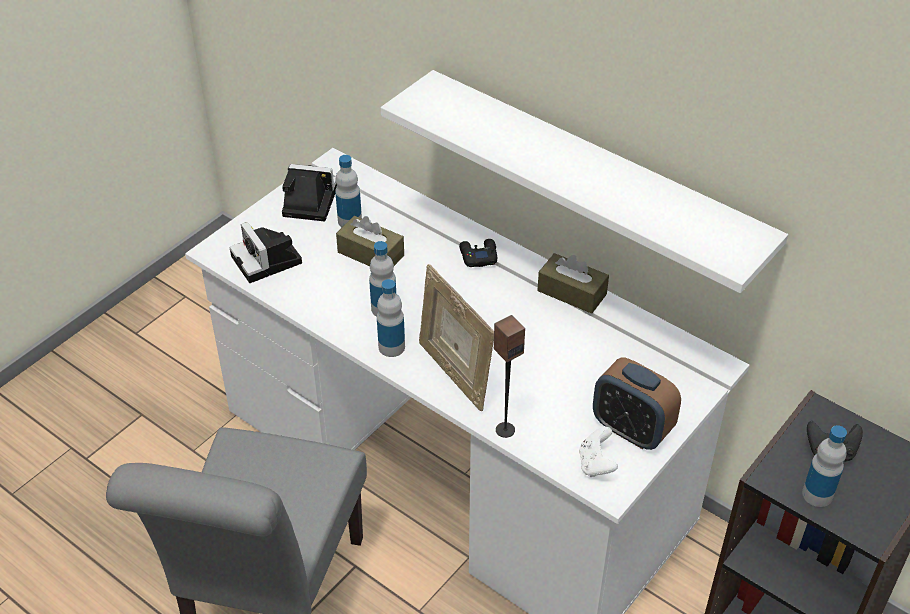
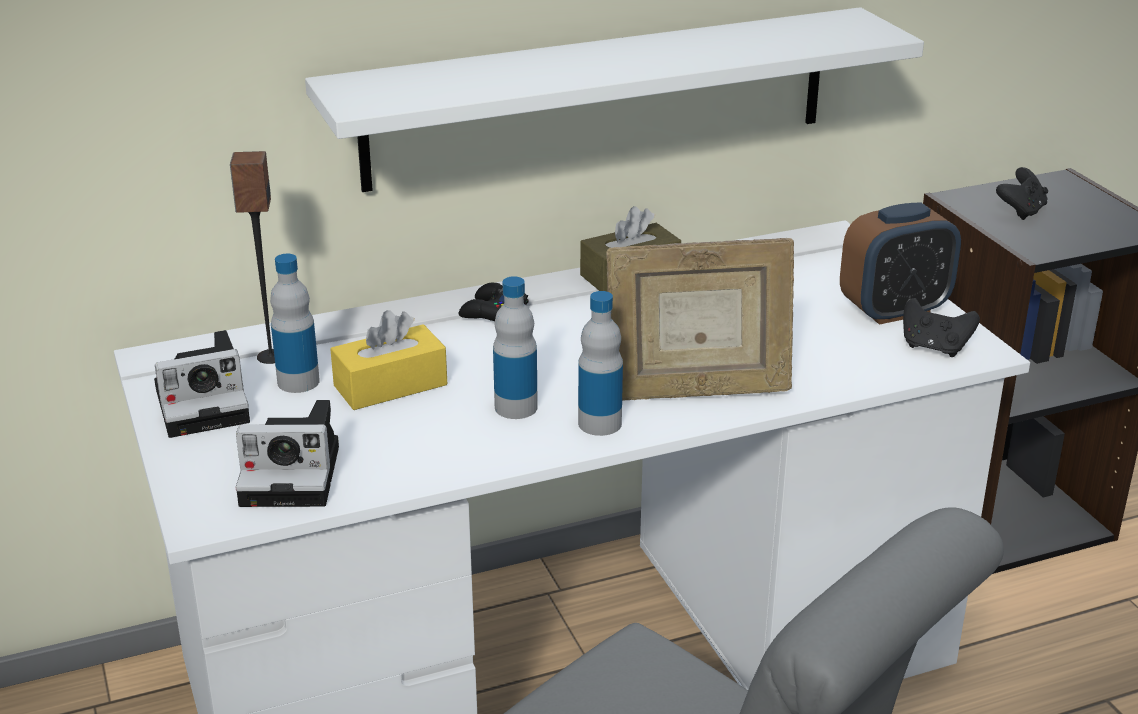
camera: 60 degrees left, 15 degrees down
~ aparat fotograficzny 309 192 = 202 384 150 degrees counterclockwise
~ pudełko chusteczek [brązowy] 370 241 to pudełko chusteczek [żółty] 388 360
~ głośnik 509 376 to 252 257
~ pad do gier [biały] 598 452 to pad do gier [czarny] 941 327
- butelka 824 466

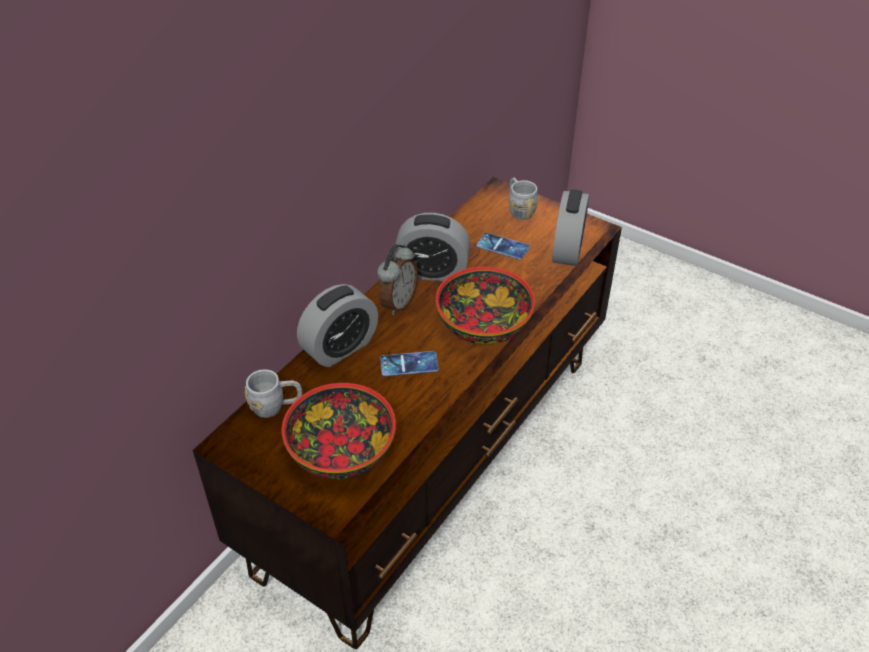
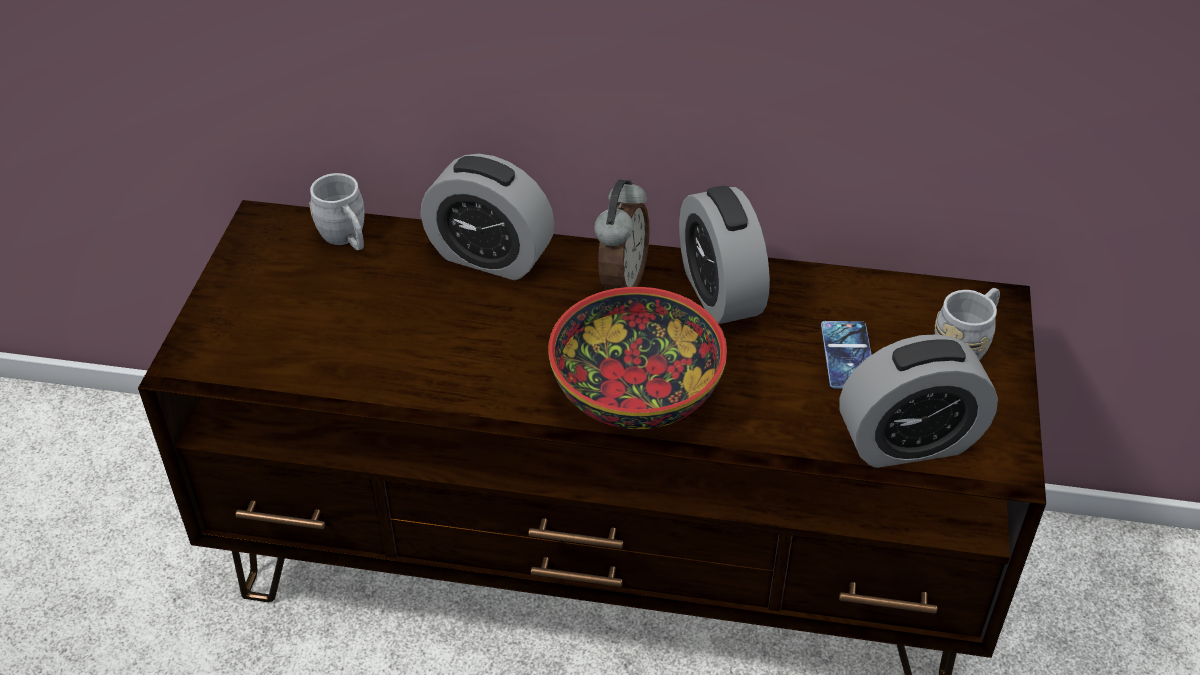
camera: 65 degrees right, 0 degrees up
- miska 339 431
~ budzik 397 279 = 622 234 75 degrees counterclockwise
- telefon 409 363

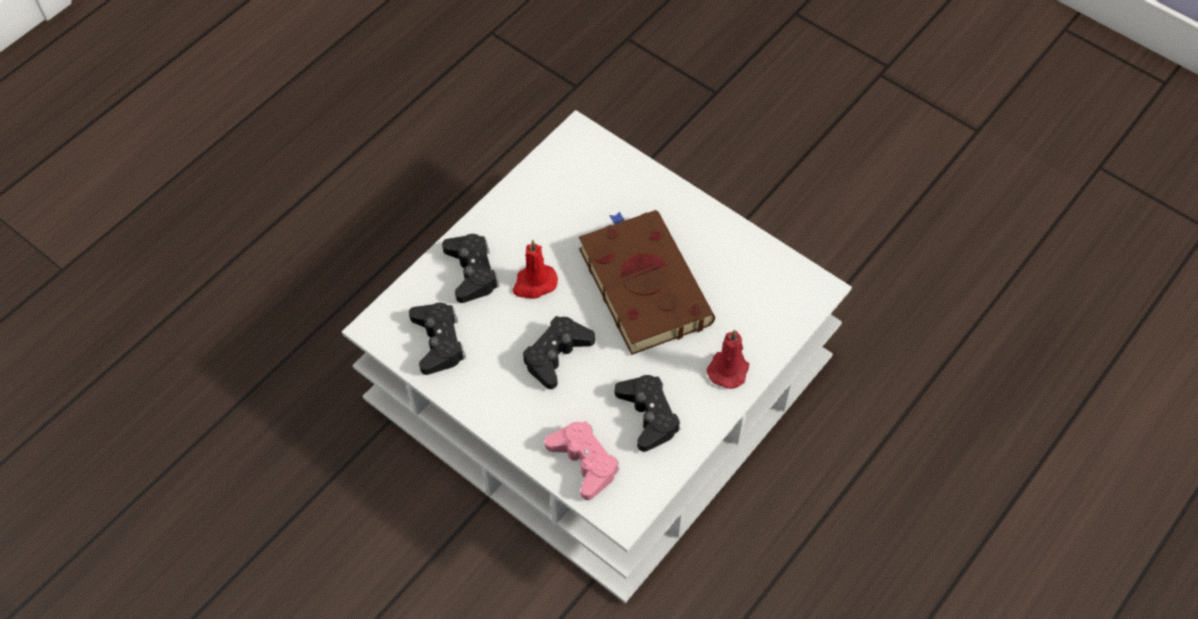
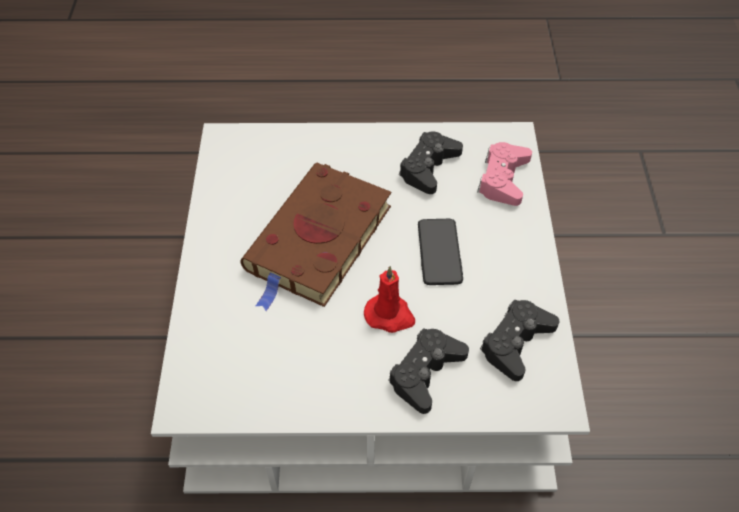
camera: 130 degrees left, 5 degrees down
~ pad do gier [czarny] 559 352 to telefon 440 252
- świeca [czerwony] 728 359

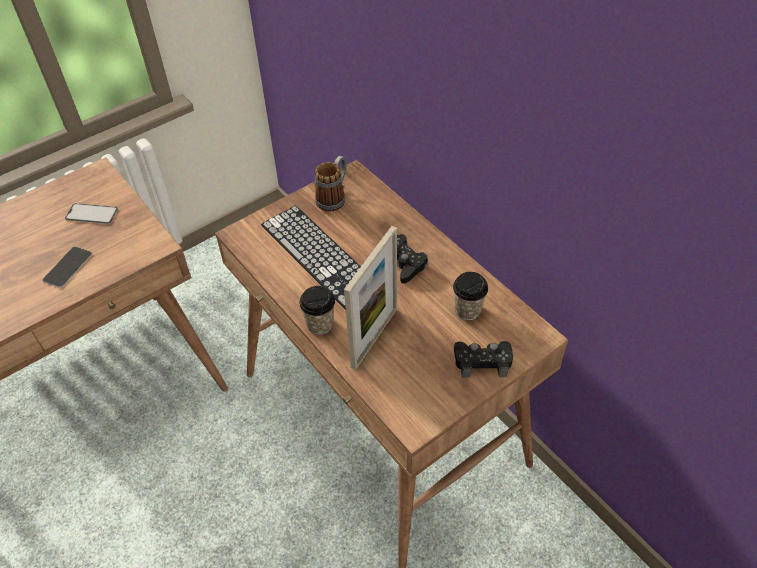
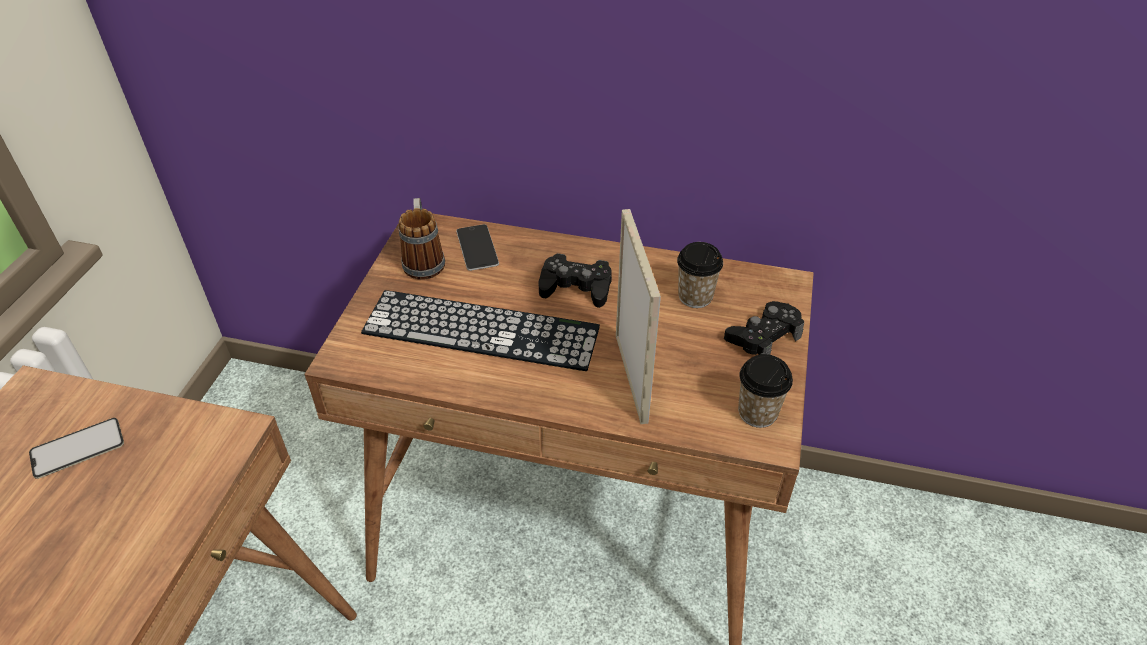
camera: 40 degrees left, 5 degrees down
~ telefon 67 267 to 477 247
~ filiżanka 317 310 to 765 391

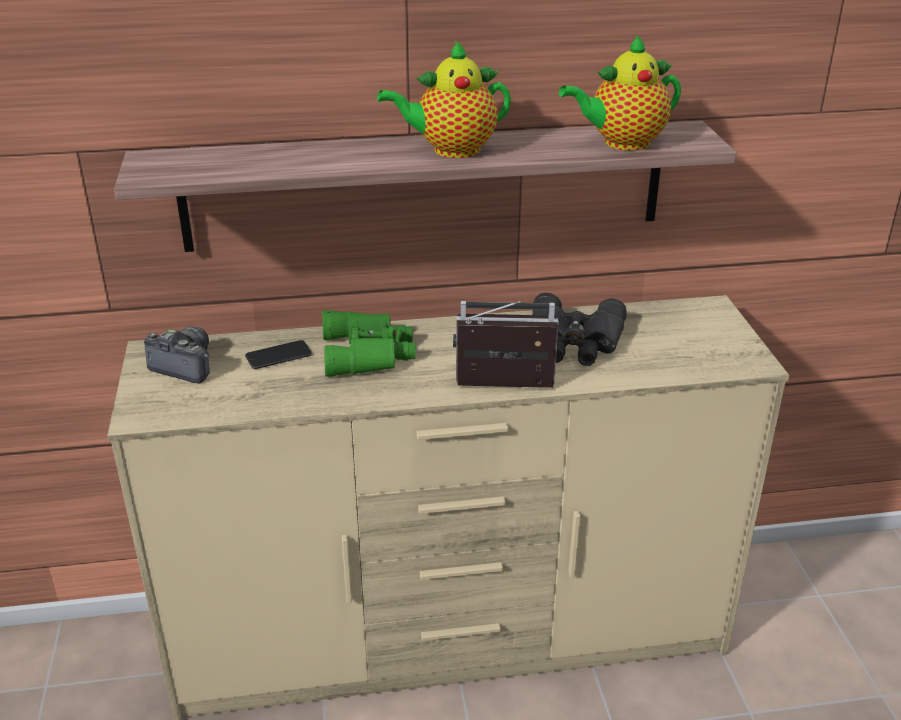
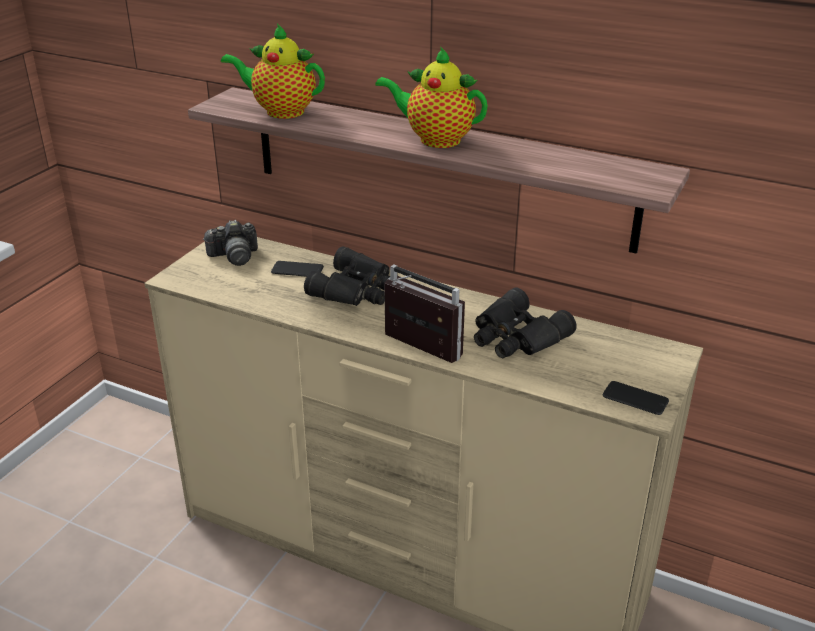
camera: 35 degrees right, 0 degrees up
~ aparat fotograficzny 177 355 = 230 243 105 degrees clockwise
~ lornetka [zielony] 369 343 to lornetka [czarny] 347 276
~ imbryk 620 93 to 273 71
+ telefon 636 398

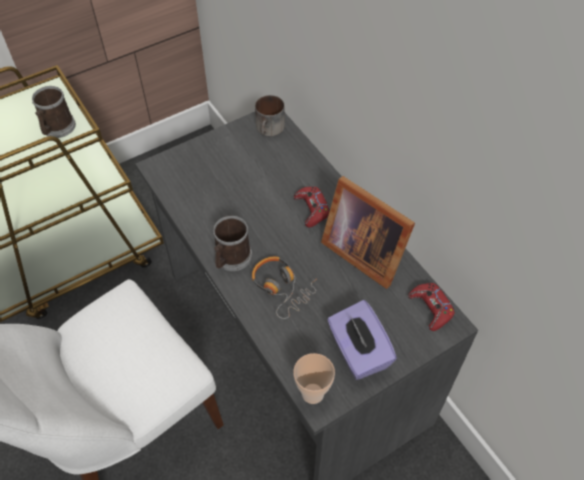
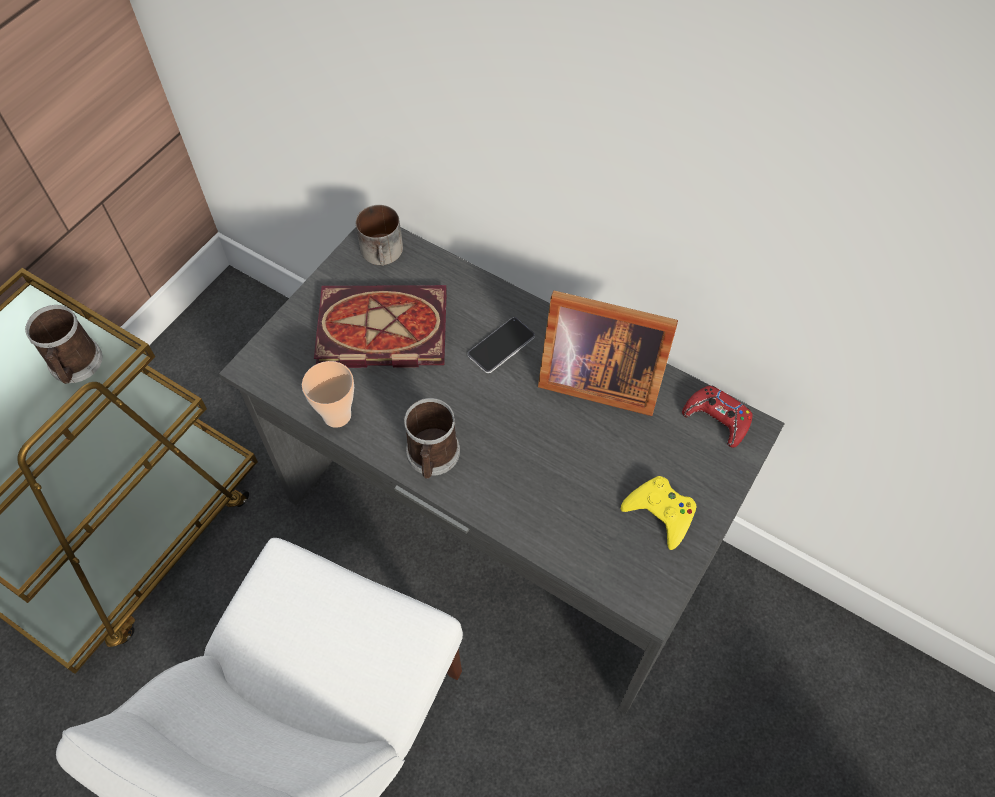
camera: 25 degrees left, 5 degrees up
- słuchawki 284 288
~ filiżanka 314 378 to 328 394
~ pad do gier [czerwony] 312 207 to telefon 501 345
~ pudełko chusteczek [fioletowy] 362 340 to pad do gier [żółty] 658 513
+ książka 380 326

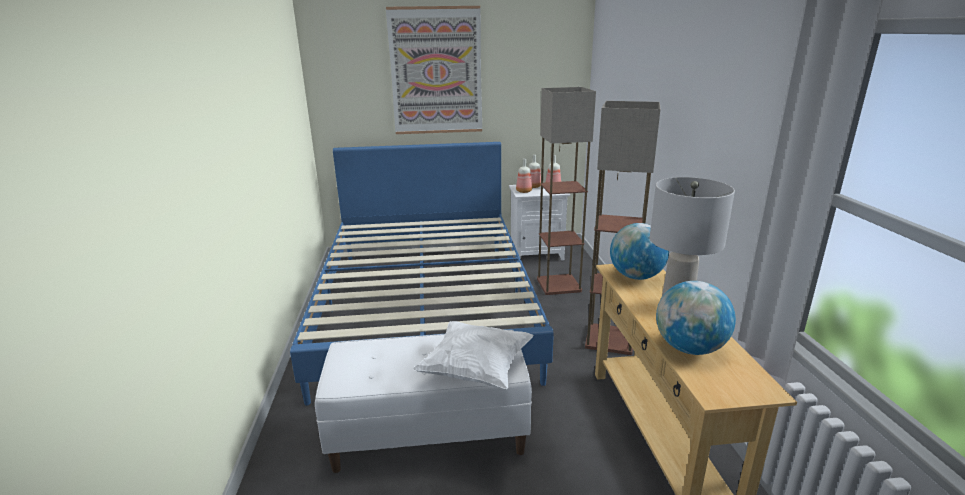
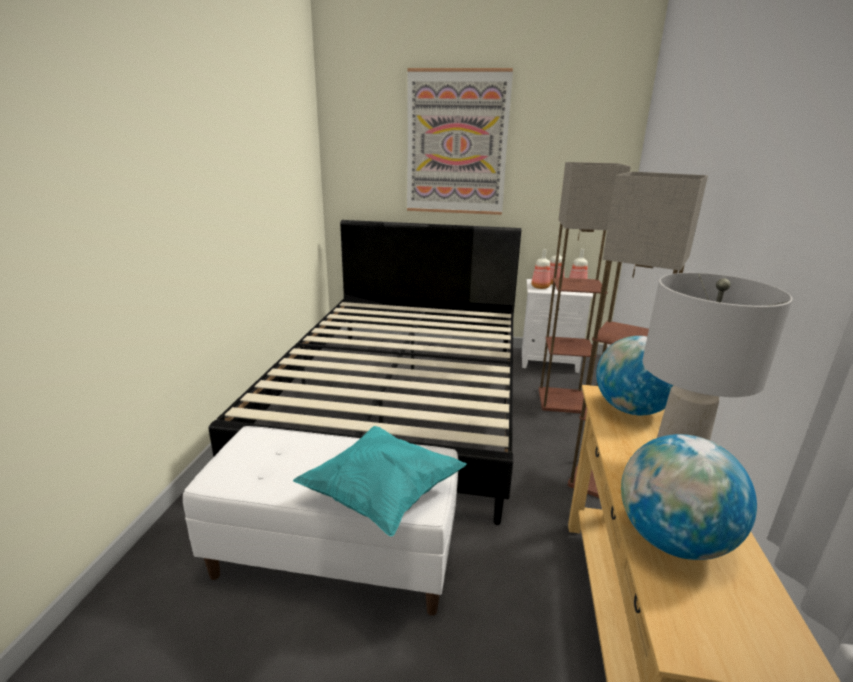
camera: 15 degrees right, 0 degrees up
~ łóżko [niebieski] 422 274 to łóżko [czarny] 364 372
~ poduszka [biały] 473 355 to poduszka [turkusowy] 380 481

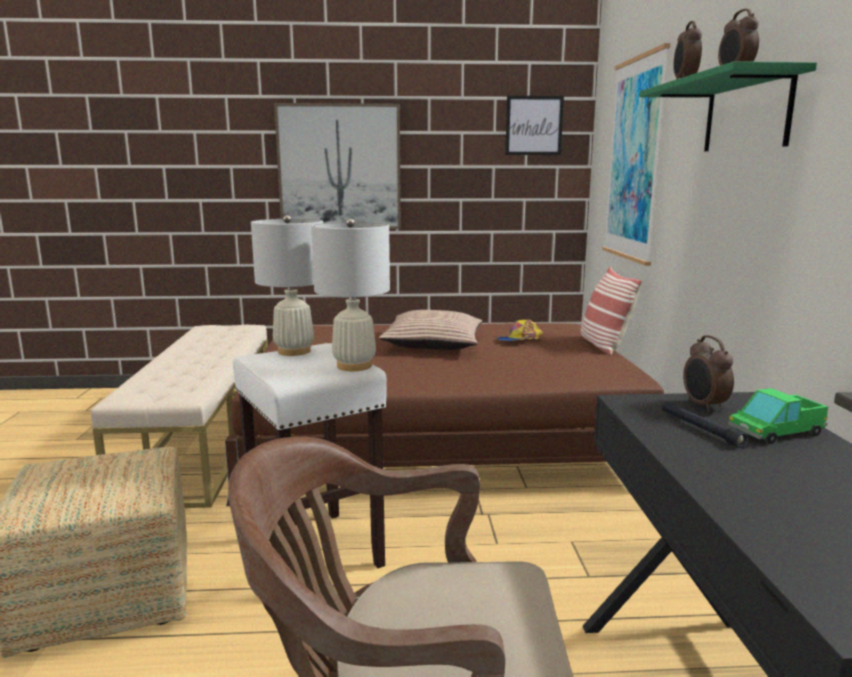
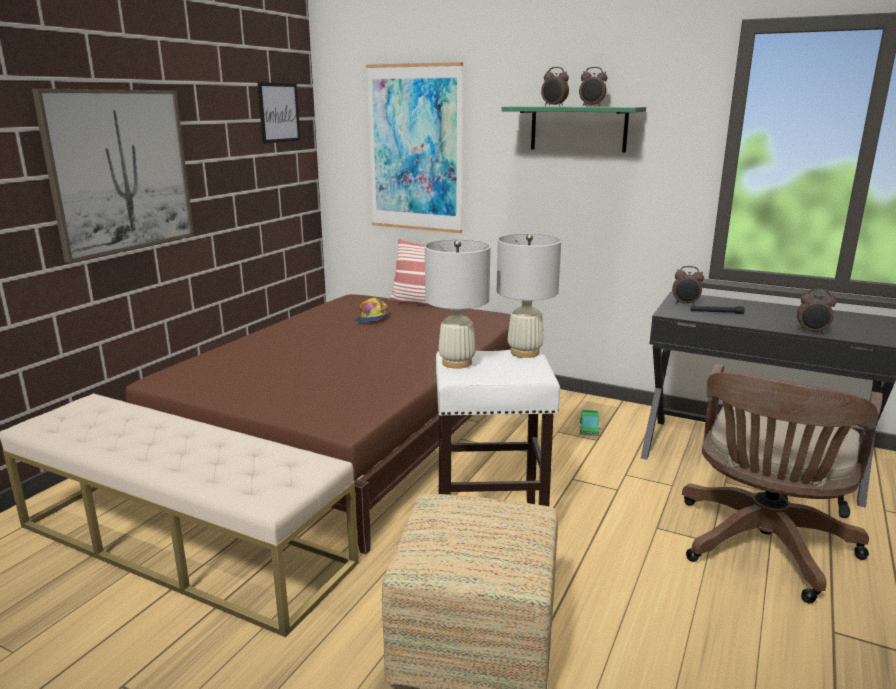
camera: 60 degrees left, 5 degrees up
- poduszka 430 330
~ ciężarówka zabawkowa 778 416 to 590 423
+ budzik 816 311

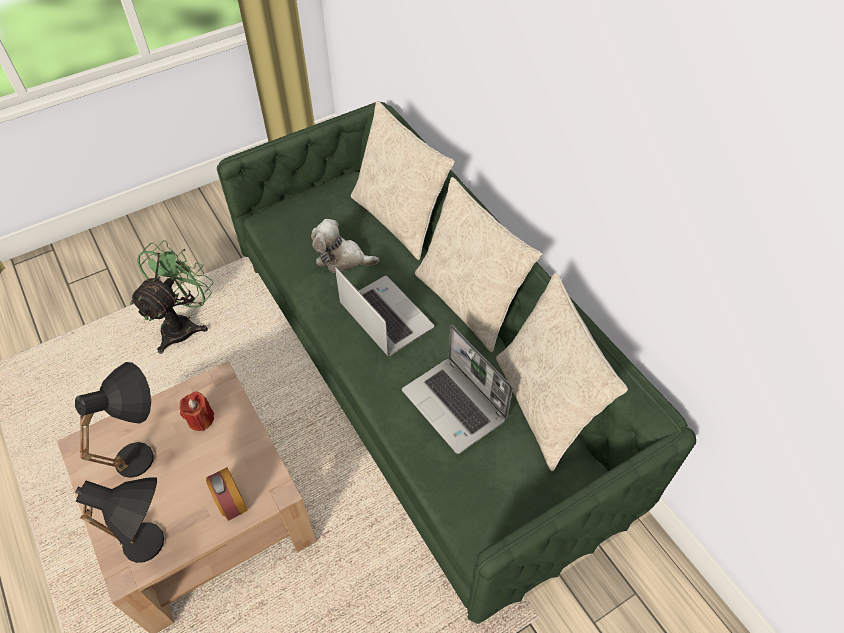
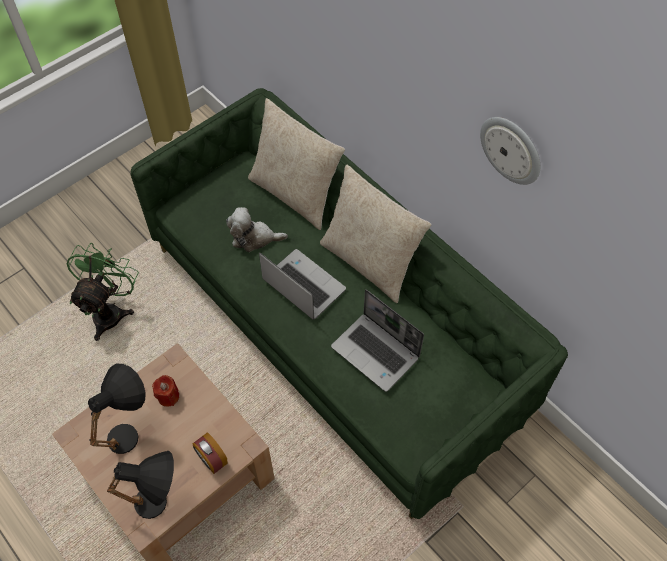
camera: 10 degrees left, 5 degrees up
- poduszka [beżowy] 562 371
+ zegar ścienny 510 151

